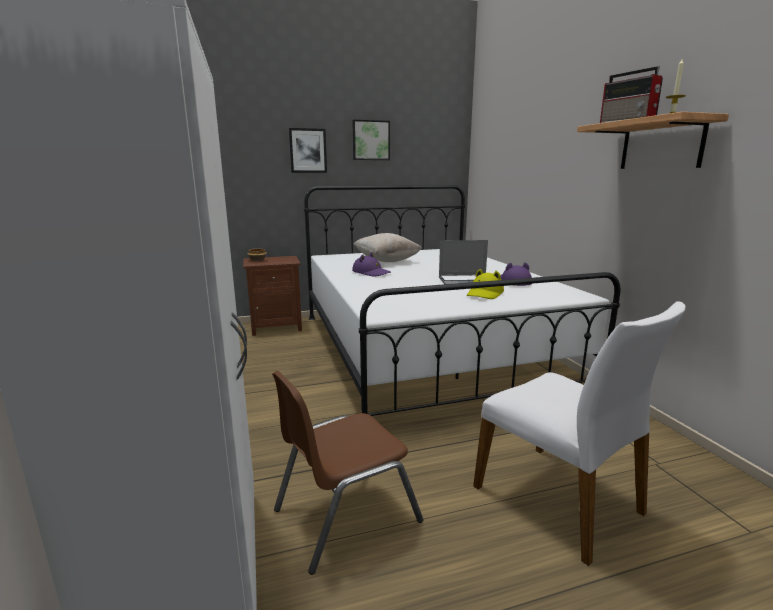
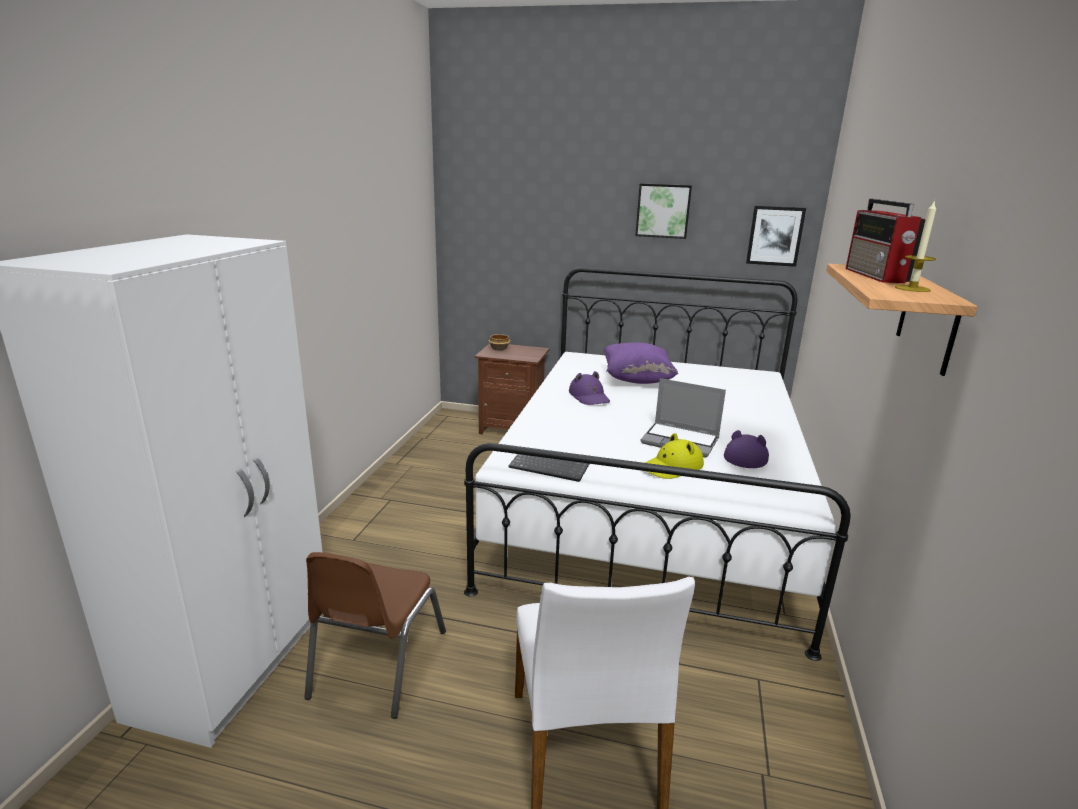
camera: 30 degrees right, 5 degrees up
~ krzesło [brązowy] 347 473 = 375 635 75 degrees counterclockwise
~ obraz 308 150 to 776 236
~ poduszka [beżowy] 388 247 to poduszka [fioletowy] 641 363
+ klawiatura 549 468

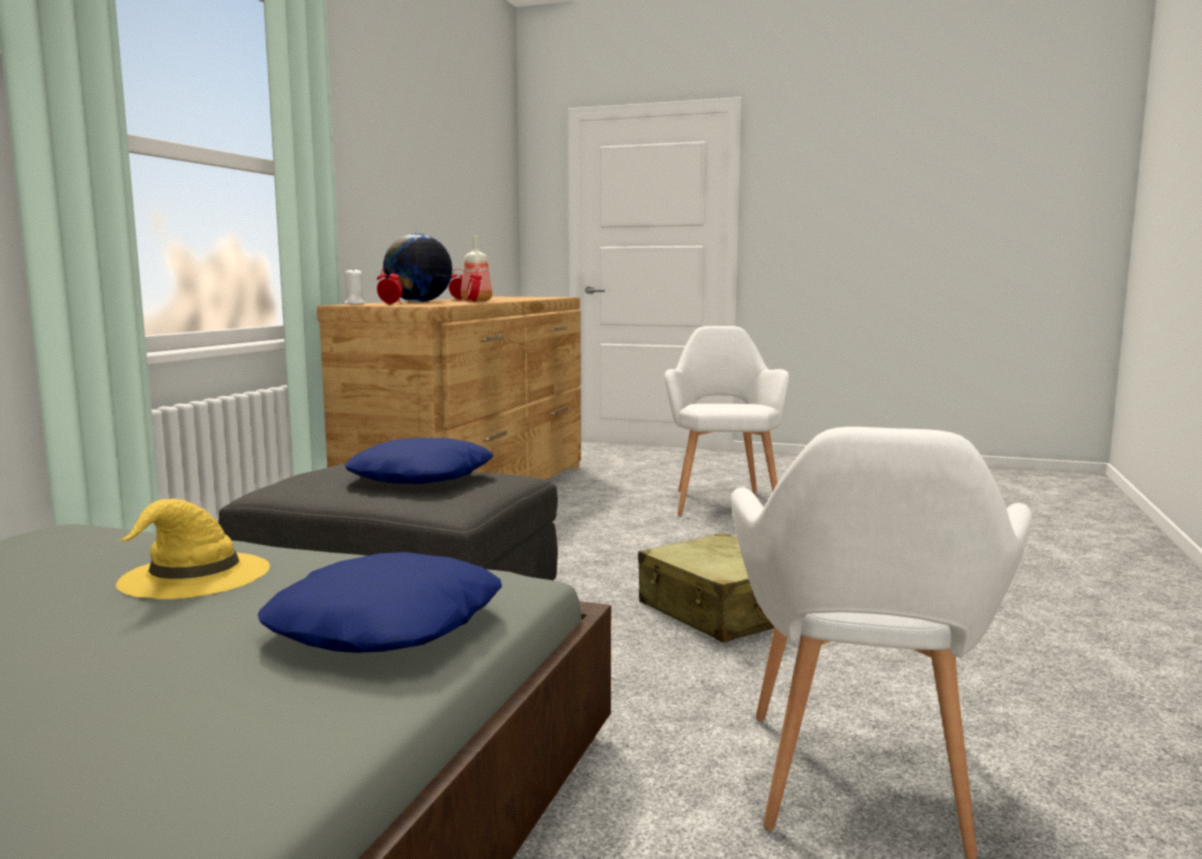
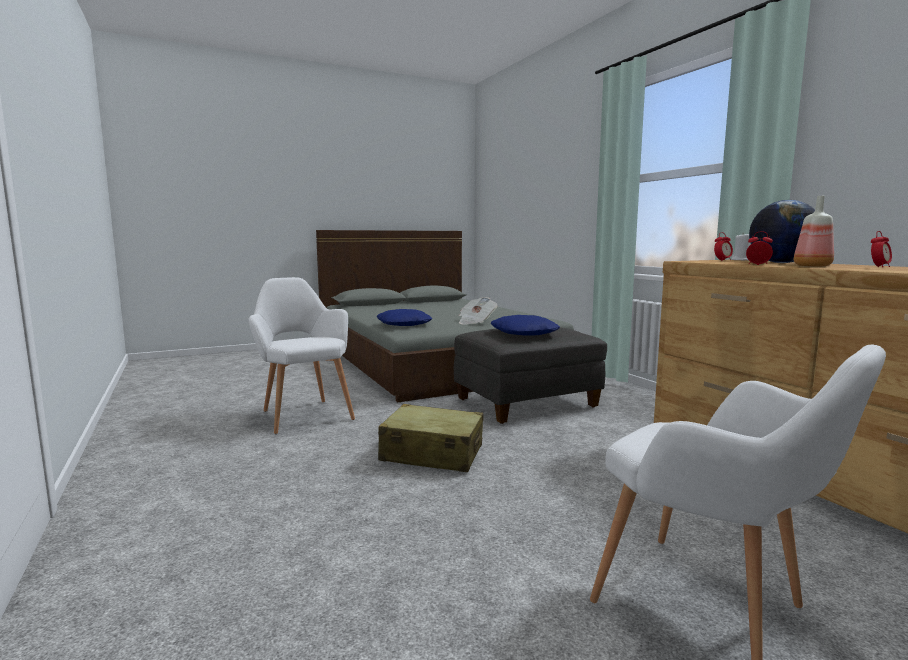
camera: 135 degrees right, 0 degrees up
~ kapelusz [żółty] 193 549 to gazeta 478 311

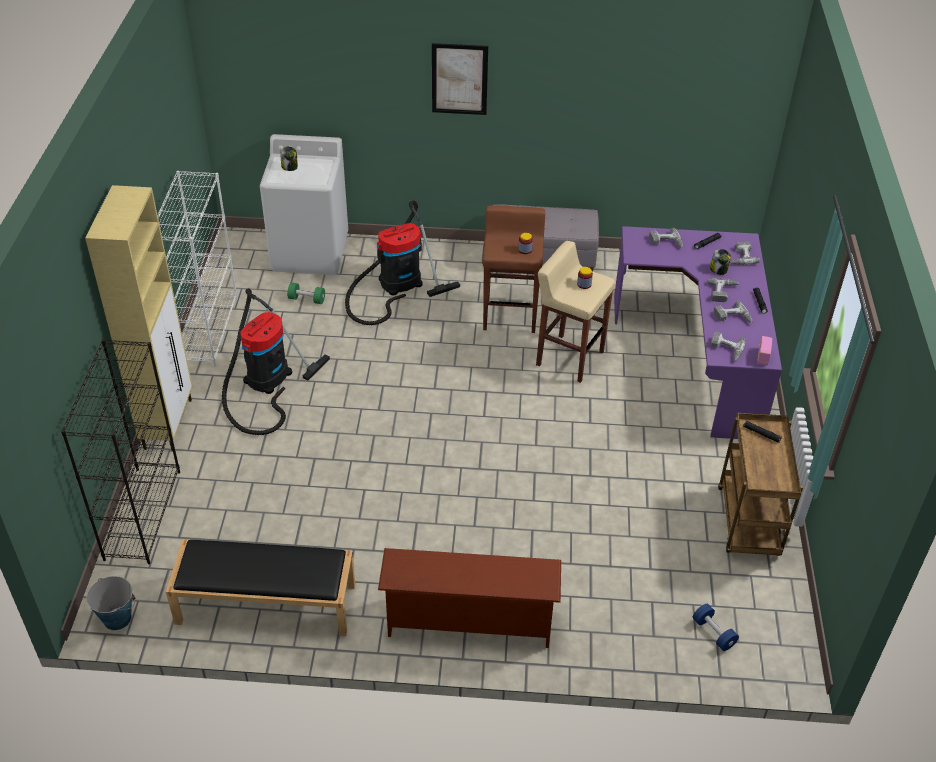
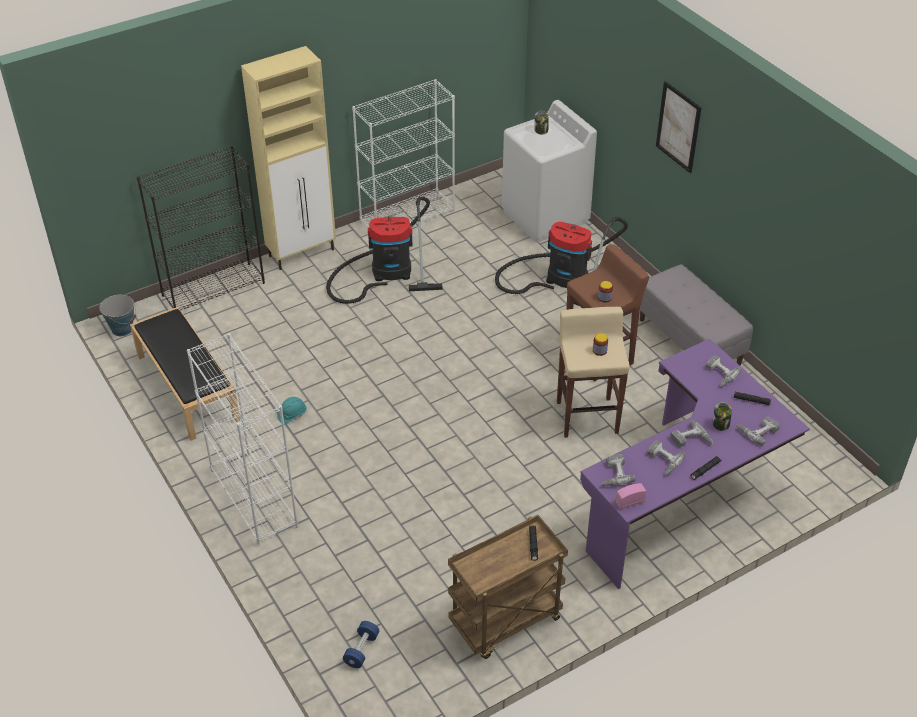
camera: 55 degrees right, 0 degrees up
- hantel [zielony] 306 293
~ regał na buty [brązowy] 469 598 to regał [biały] 242 439
+ kask [turkusowy] 292 410

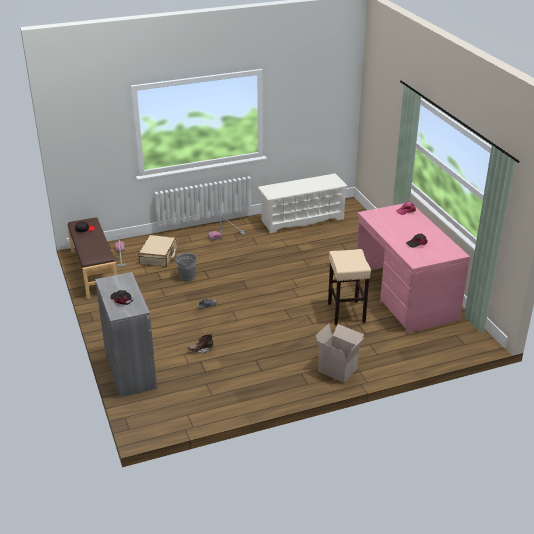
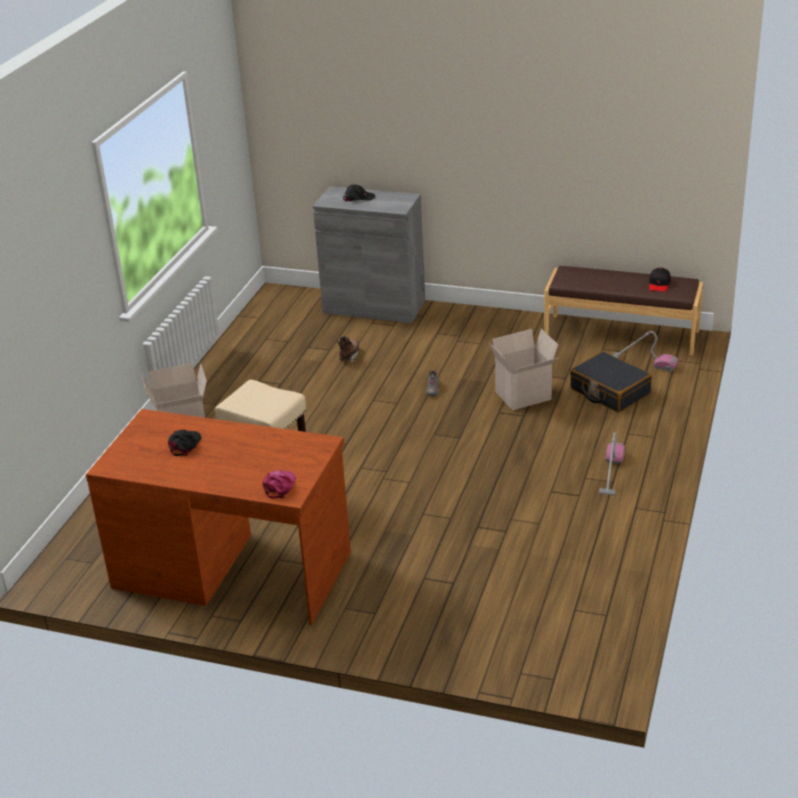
camera: 130 degrees right, 0 degrees up
~ walizka [beżowy] 158 251 to walizka [czarny] 611 382
~ wiadro [szary] 186 267 to karton 523 369
- regał na buty [biały] 302 203
~ biurko [różowy] 413 268 to biurko [brązowy] 218 517

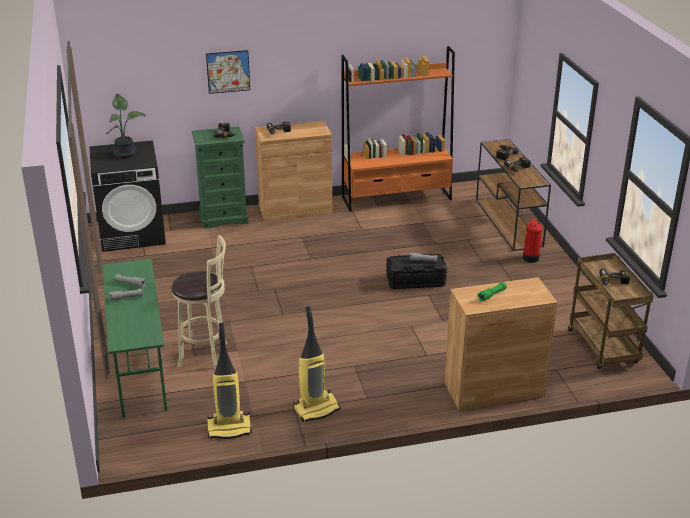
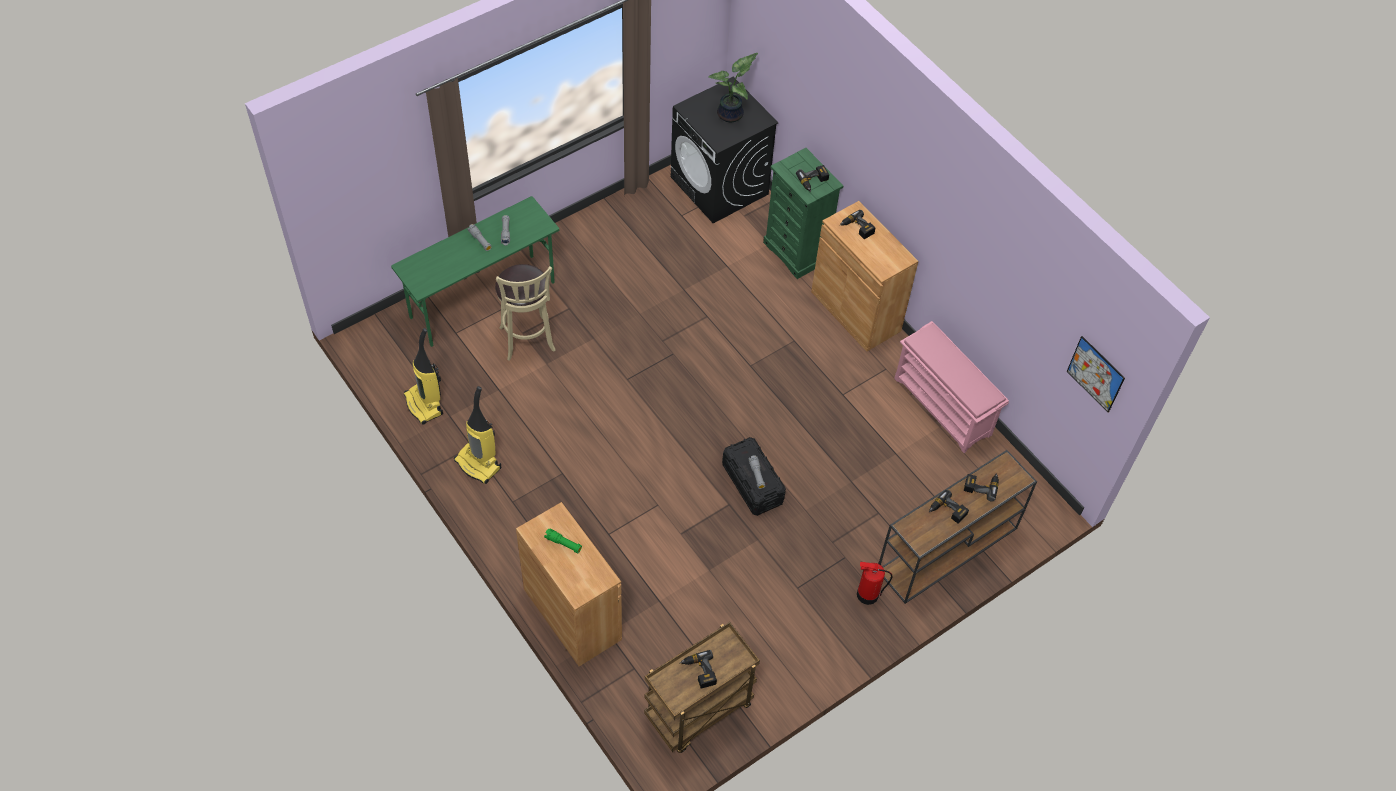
camera: 65 degrees right, 25 degrees up
~ obraz 228 72 to 1096 374
~ regał [pomarańczowy] 398 129 to regał na buty [różowy] 951 387

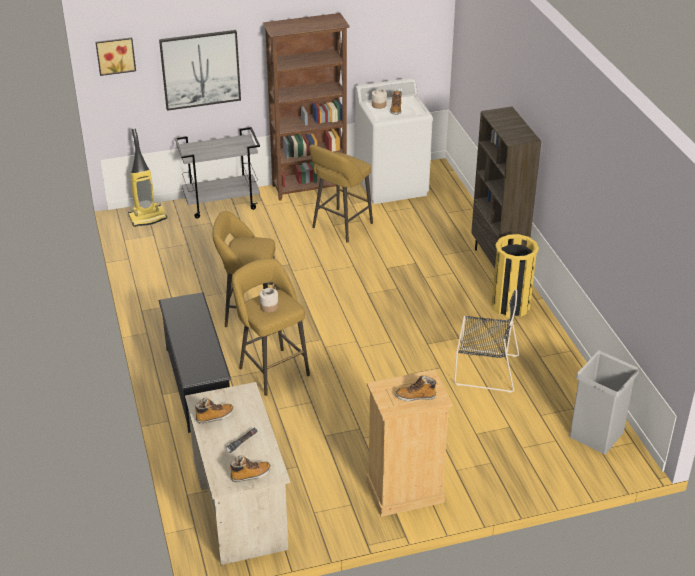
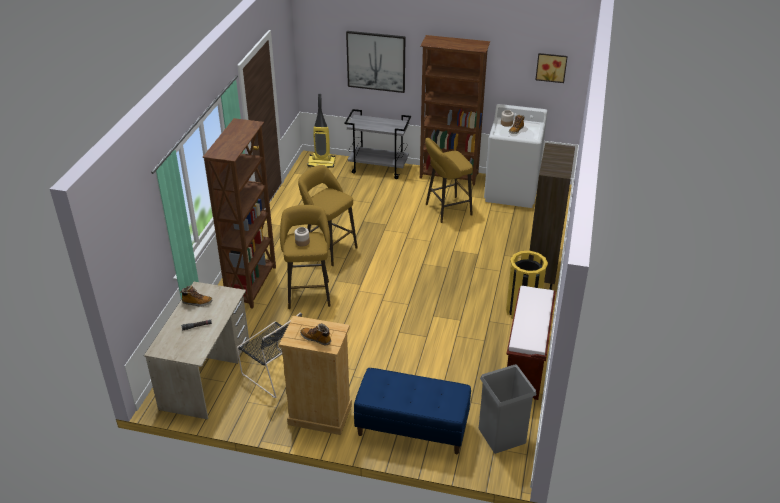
camera: 30 degrees right, 0 degrees up
~ obraz 115 56 to 551 68
~ regał na buty [czarny] 194 362 to regał [brązowy] 239 213
- but z cholewką 250 468
~ krzesło [czarny] 486 341 to 269 355
+ ławka [niebieski] 412 411
+ ławka [brązowy] 531 343

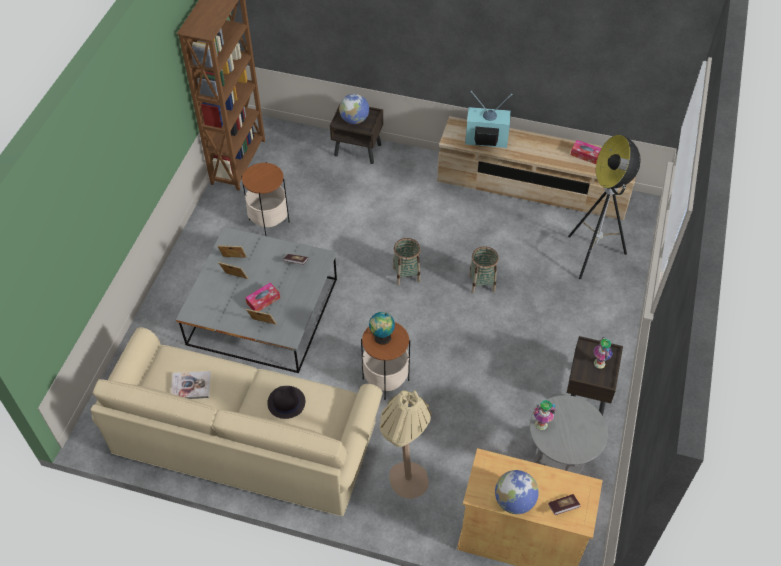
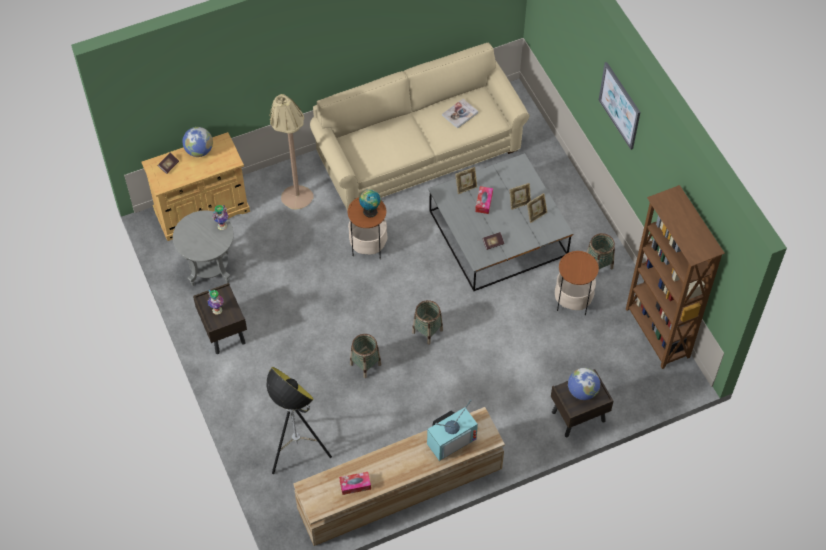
camera: 140 degrees right, 5 degrees up
- kapelusz [czarny] 286 402
+ koszyk 601 251
+ obraz 619 106

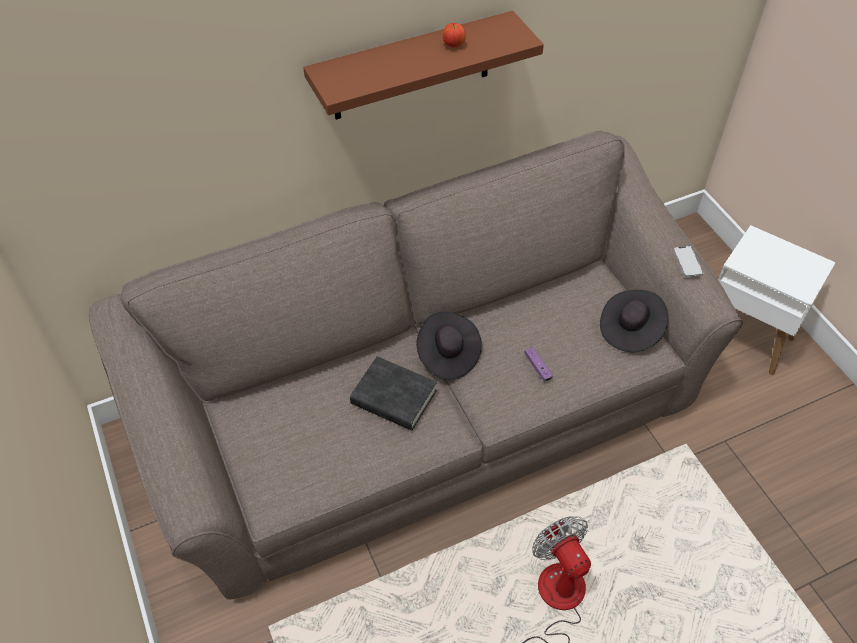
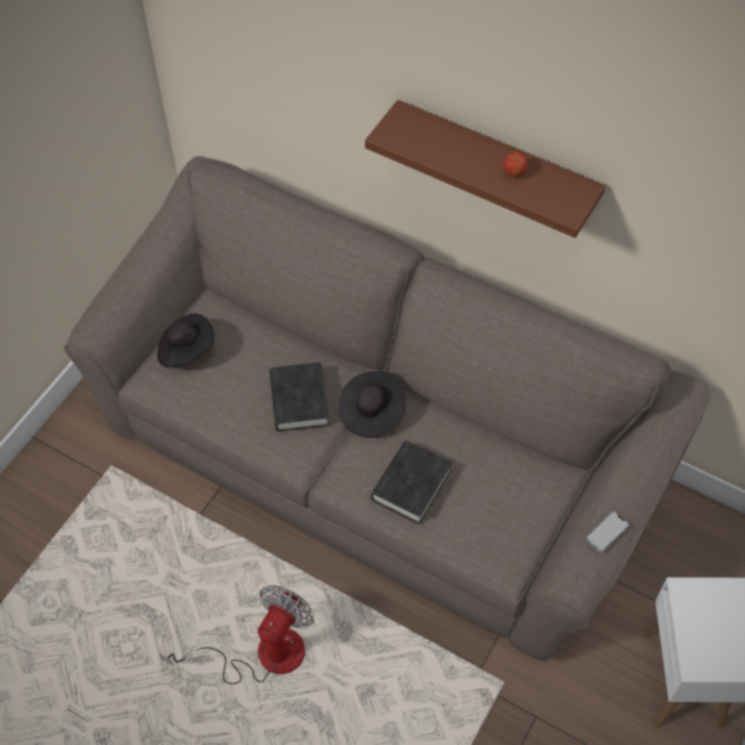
camera: 55 degrees right, 5 degrees up
~ pad do gier [fioletowy] 539 364 to książka [czarny] 411 482
~ kapelusz [czarny] 634 321 to 185 341

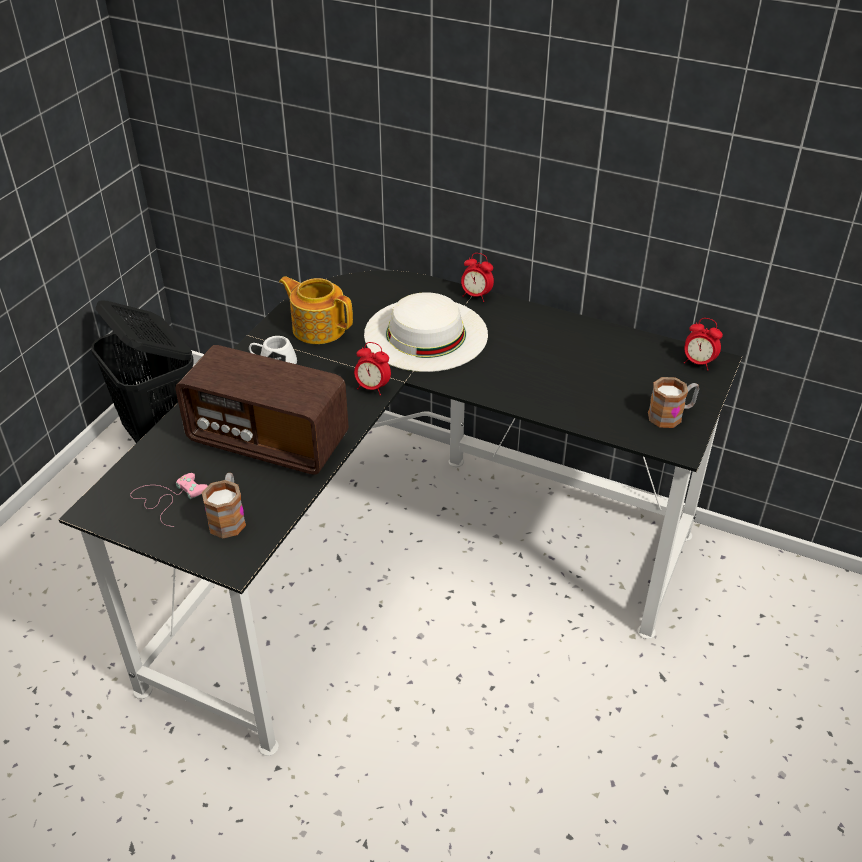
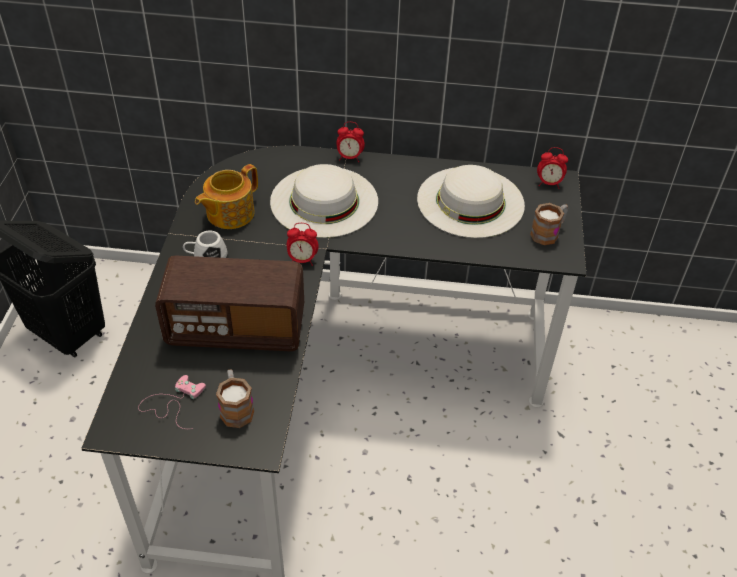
camera: 20 degrees left, 5 degrees up
~ imbryk 316 310 = 226 196 60 degrees counterclockwise
+ kapelusz [biały] 471 201

